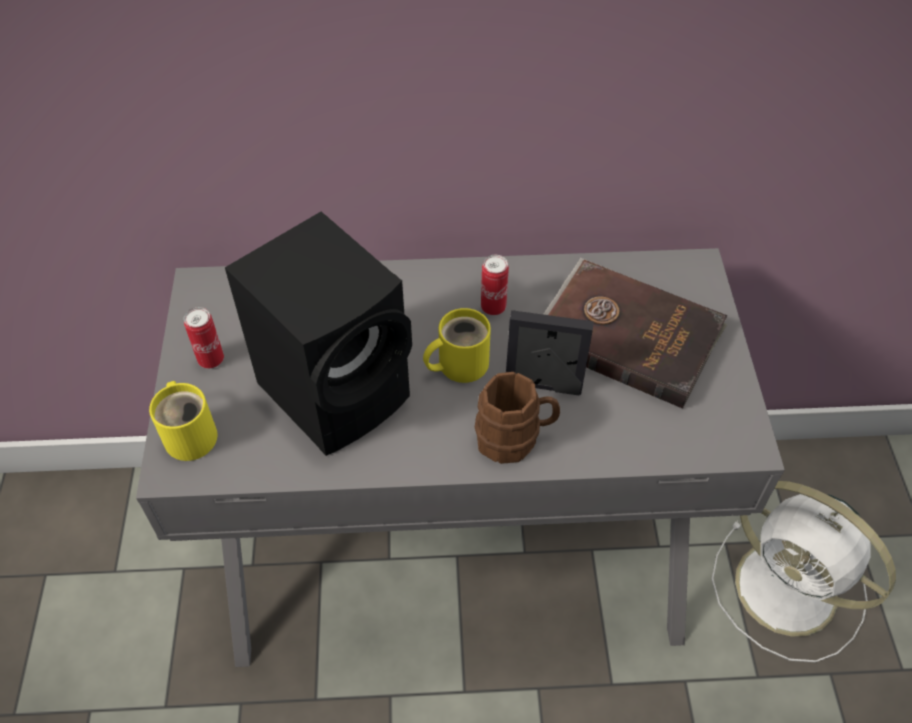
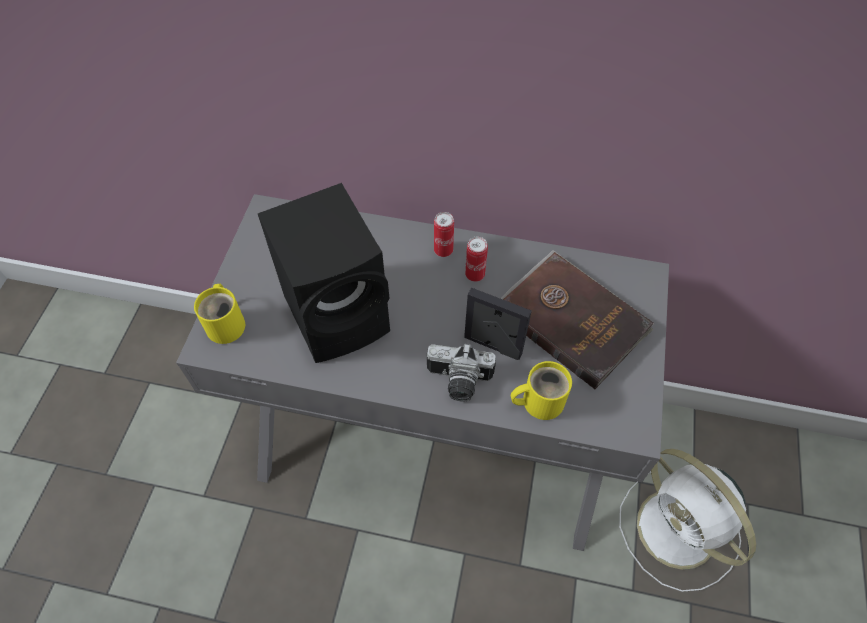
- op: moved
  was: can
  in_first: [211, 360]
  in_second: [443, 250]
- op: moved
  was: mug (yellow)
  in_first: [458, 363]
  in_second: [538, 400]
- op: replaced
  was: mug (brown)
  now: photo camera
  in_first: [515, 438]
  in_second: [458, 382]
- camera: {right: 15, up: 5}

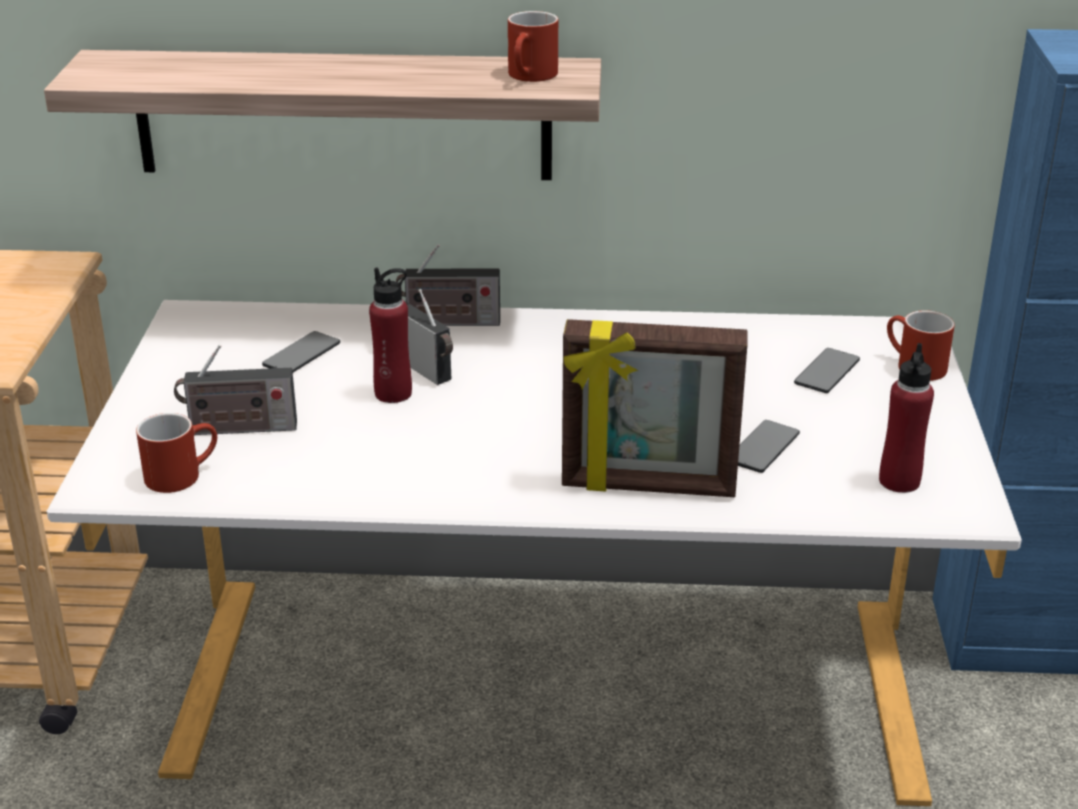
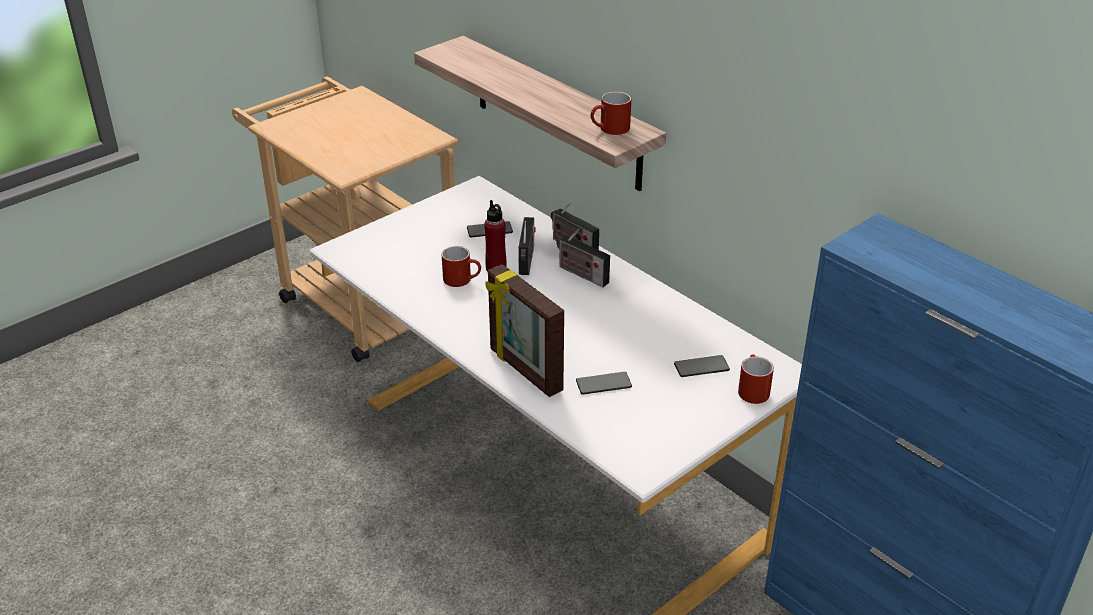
- op: moved
  was: mug (red)
  in_first: [182, 474]
  in_second: [462, 279]
- op: moved
  was: radio
  in_first: [238, 429]
  in_second: [581, 274]
- op: removed
  was: bottle (red)
  in_first: [899, 481]
- camera: {right: 45, up: 5}

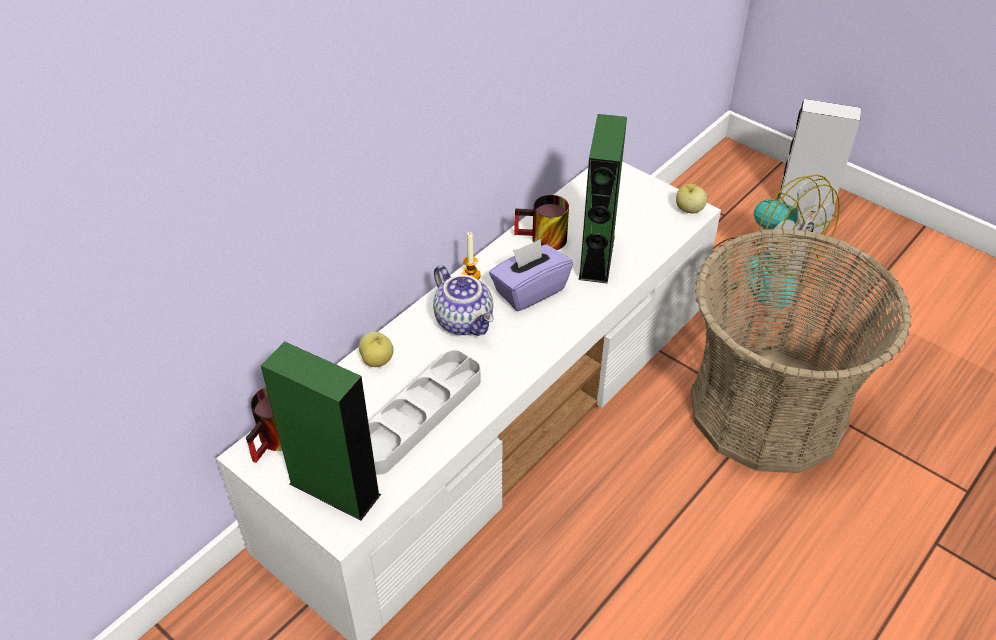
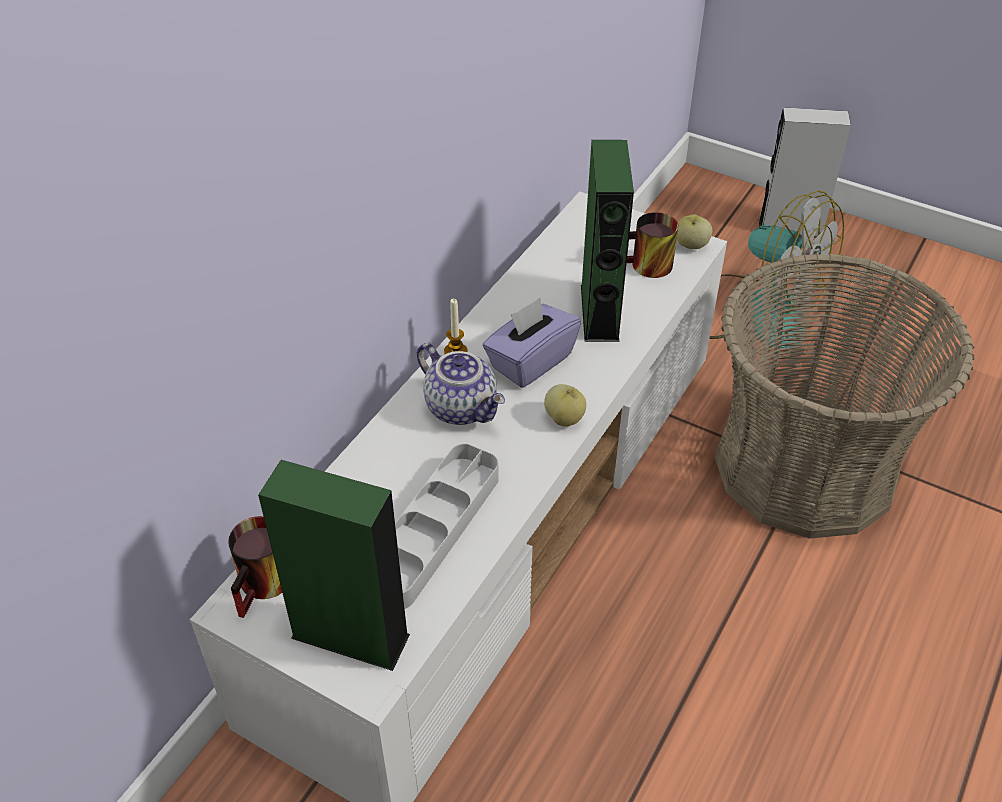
- op: moved
  was: apple
  in_first: [377, 360]
  in_second: [564, 418]
- op: moved
  was: mug
  in_first: [542, 241]
  in_second: [645, 267]
- camera: {right: -10, up: 0}

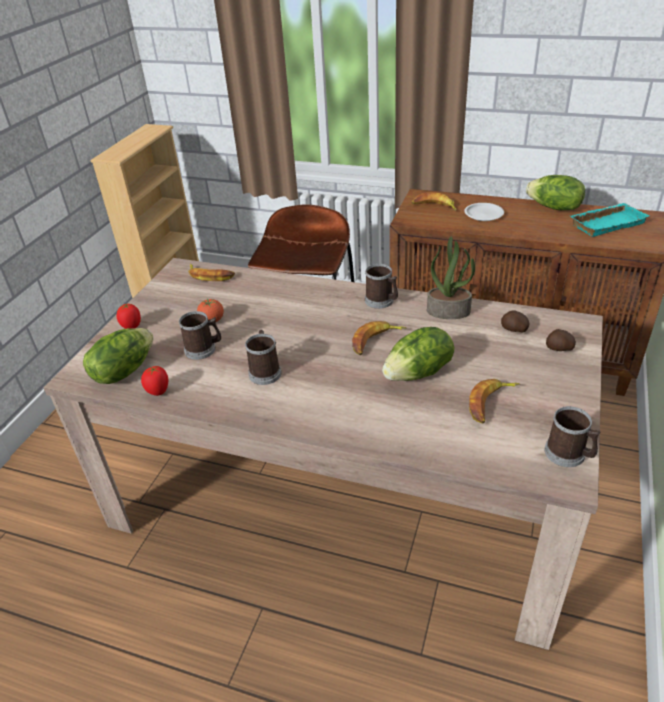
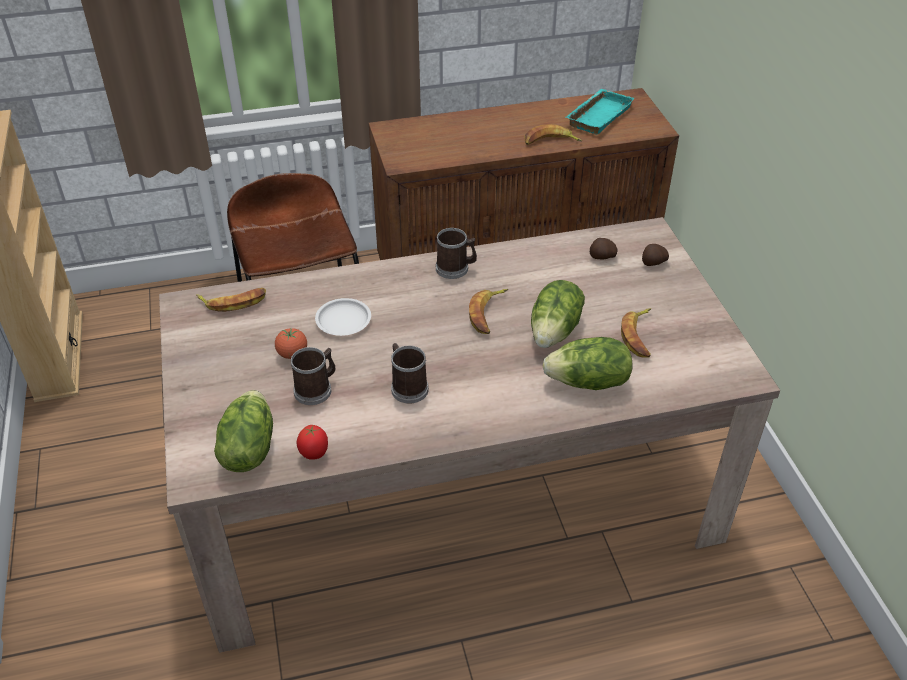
- op: removed
  was: tomato
  in_first: [132, 327]
- op: moved
  was: banana
  in_first: [434, 206]
  in_second: [550, 141]
- op: removed
  was: potted plant
  in_first: [449, 311]
- op: moved
  was: plate (white)
  in_first: [483, 214]
  in_second: [343, 320]
- op: moved
  was: lettuce
  in_first: [554, 207]
  in_second: [588, 382]
- op: removed
  was: mug
  in_first: [569, 454]
- camera: {right: -35, up: 5}

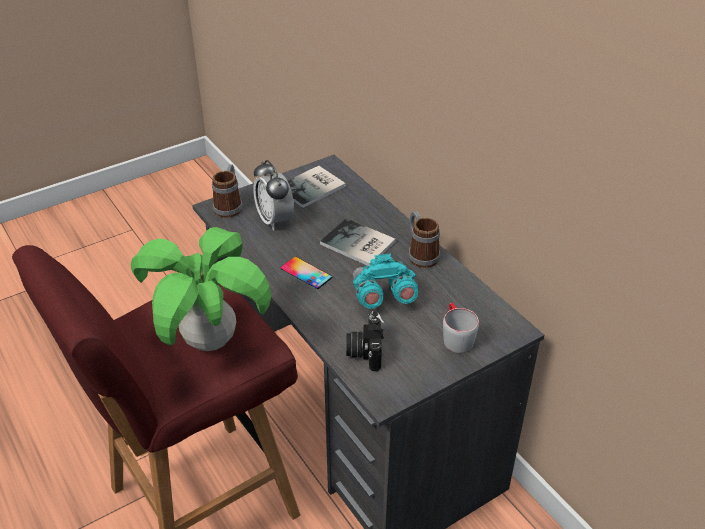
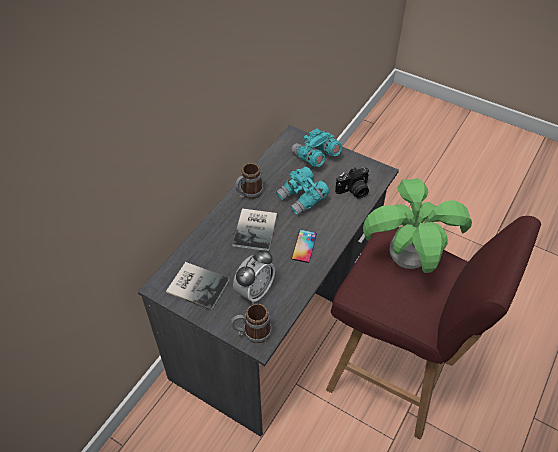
- op: replaced
  was: mug (grey)
  now: binoculars (turquoise)
  in_first: [455, 337]
  in_second: [315, 157]
- camera: {right: -115, up: 10}

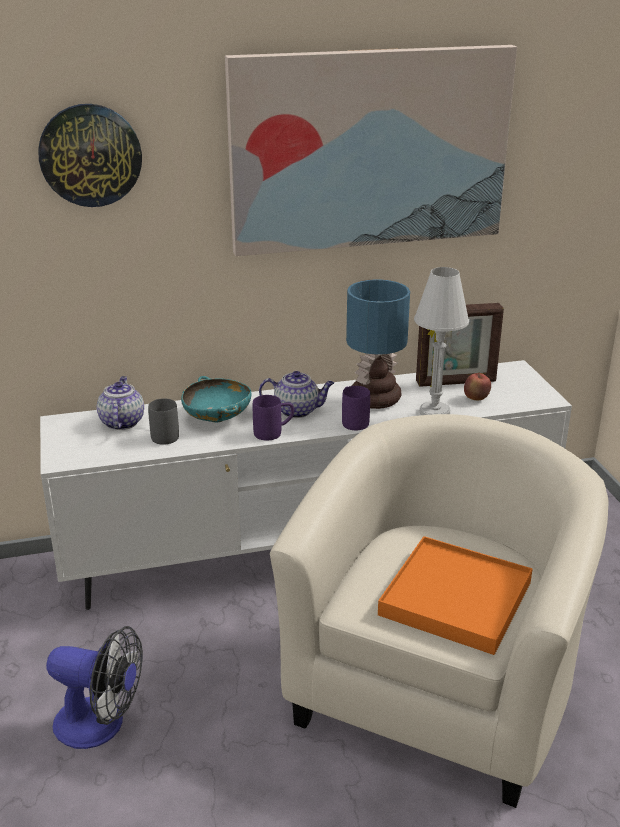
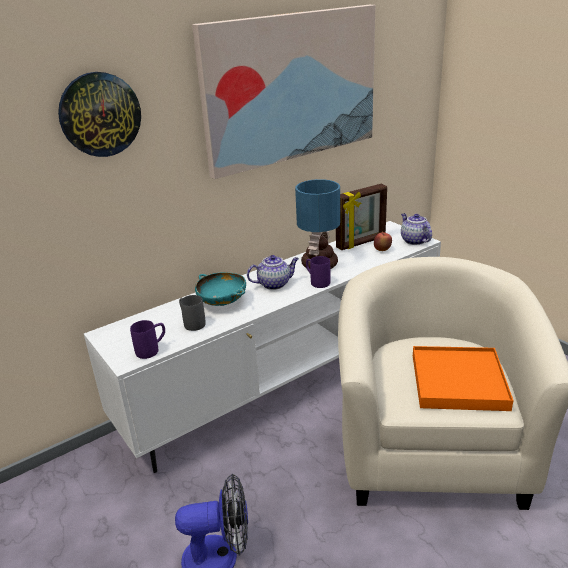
- op: moved
  was: teapot
  in_first: [121, 422]
  in_second: [414, 240]
- op: moved
  was: mug (purple)
  in_first: [274, 432]
  in_second: [152, 350]
- op: removed
  was: table lamp (white)
  in_first: [434, 413]
- camera: {right: -20, up: 0}

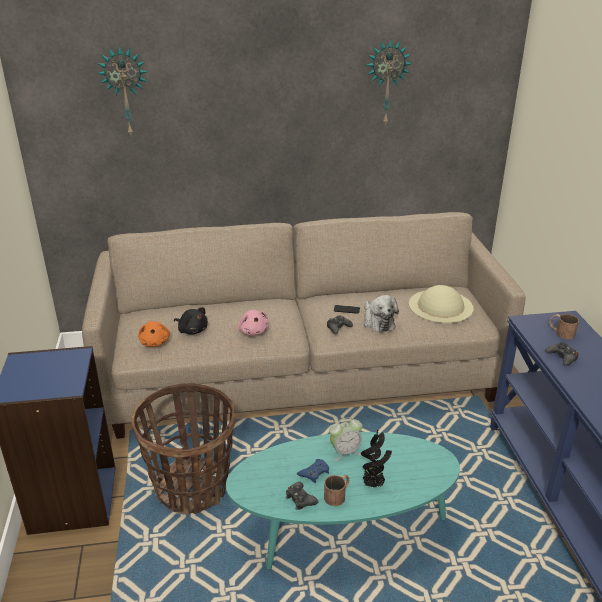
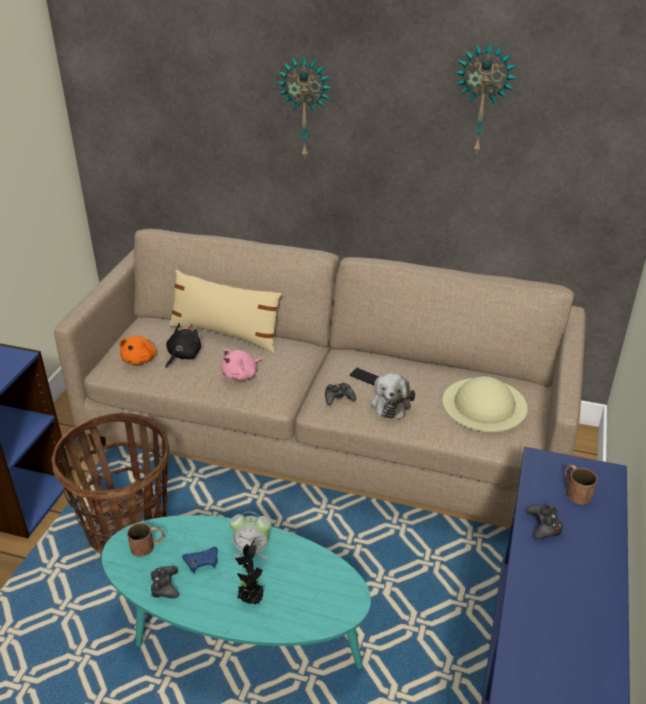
- op: moved
  was: wall clock
  in_first: [125, 91]
  in_second: [305, 107]
- op: turned
  was: plush toy (black)
  in_first: [192, 330]
  in_second: [183, 356]
  clockwise: -120
- op: turned
  was: plush toy (pink)
  in_first: [253, 331]
  in_second: [241, 375]
  clockwise: 45
- op: moved
  was: mug (brown)
  in_first: [338, 495]
  in_second: [148, 545]
- op: added
  now: pillow (beige)
  in_second: [225, 333]
- camera: {right: 25, up: 5}

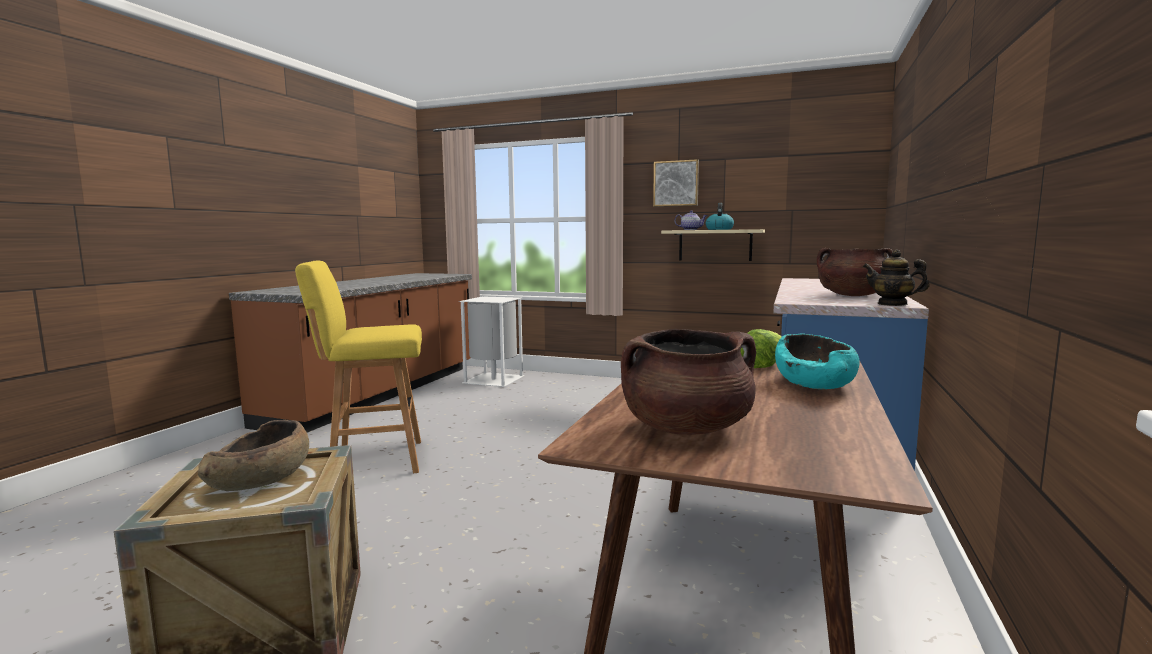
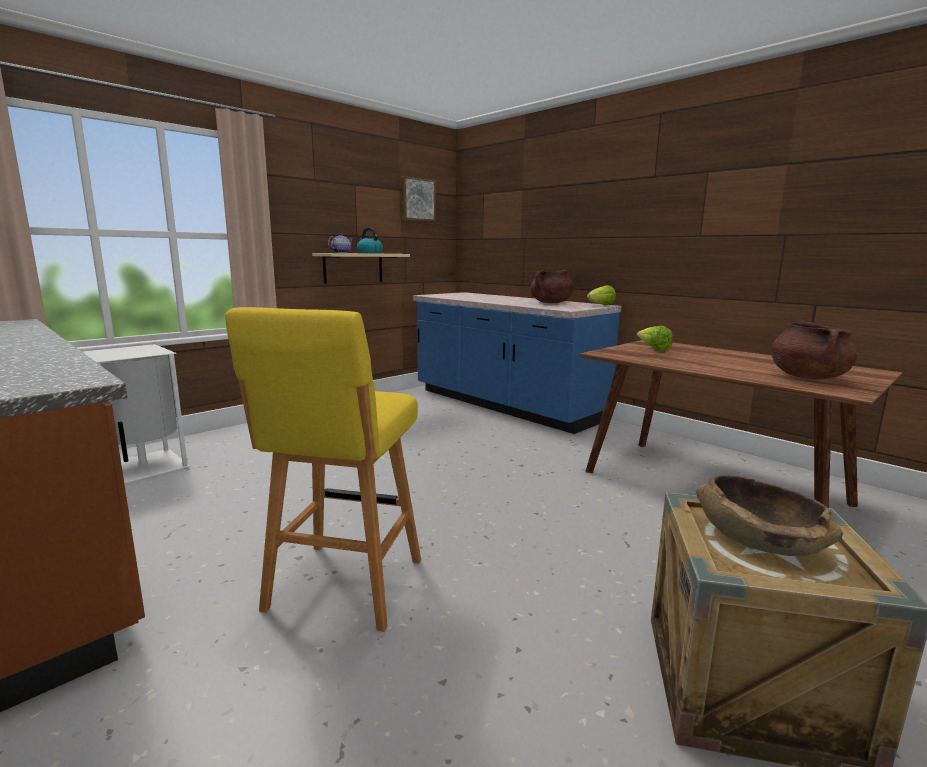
- op: moved
  was: picture
  in_first: [676, 183]
  in_second: [417, 199]
- op: removed
  was: bowl (turquoise)
  in_first: [814, 384]
- op: replaced
  was: teapot
  now: lettuce
  in_first: [892, 304]
  in_second: [600, 305]
- camera: {right: -65, up: 5}

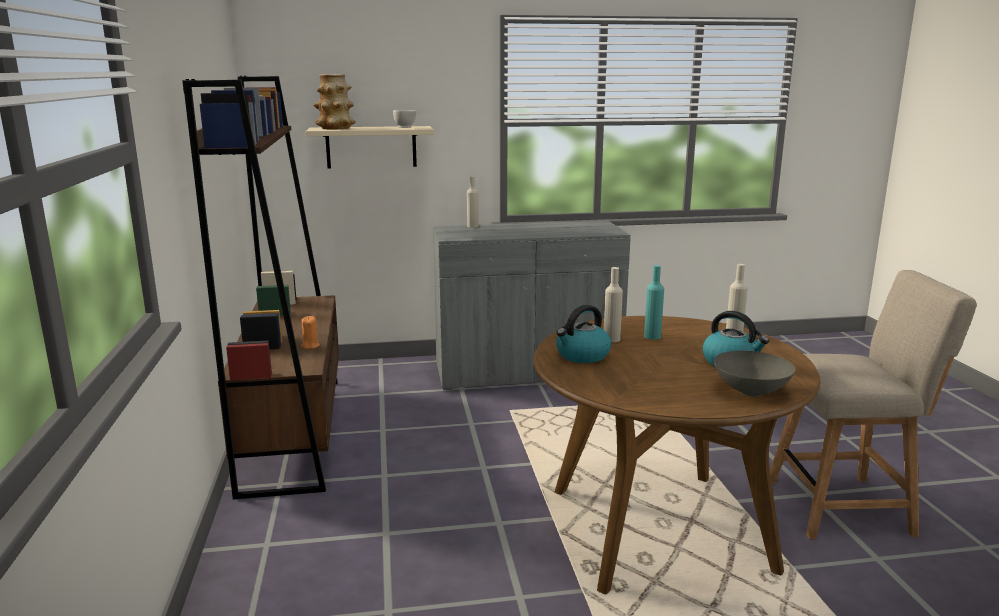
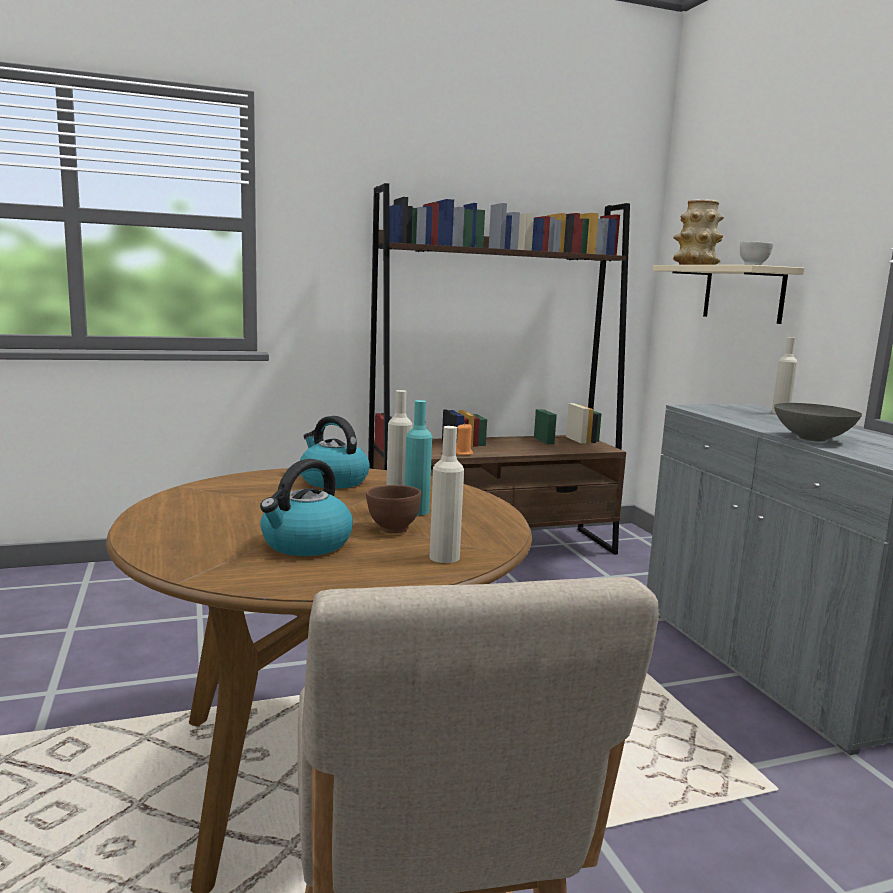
- op: moved
  was: bowl (grey)
  in_first: [751, 392]
  in_second: [811, 439]
- op: added
  now: bowl (brown)
  in_second: [392, 529]
- camera: {right: 80, up: -5}

